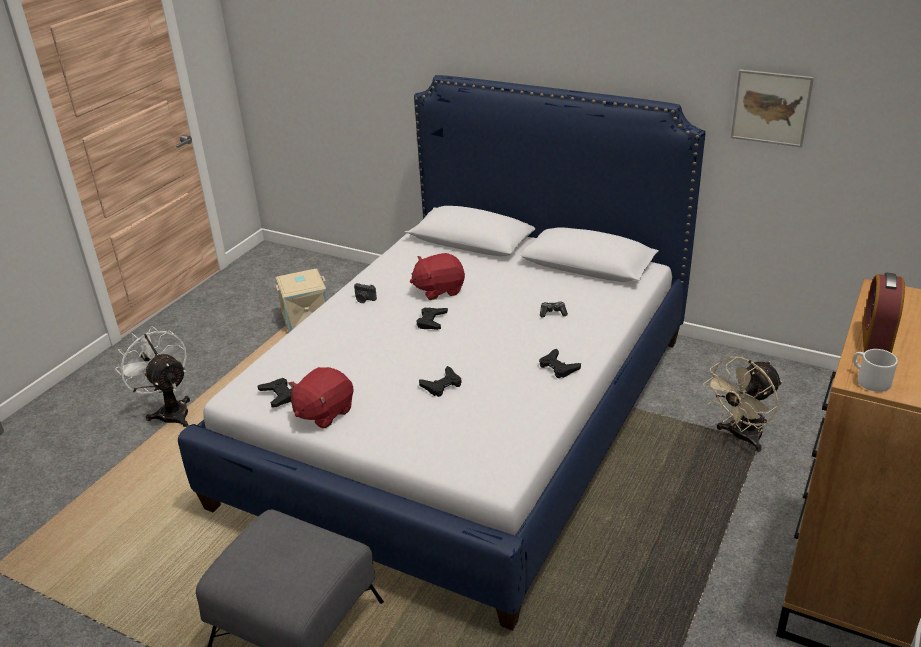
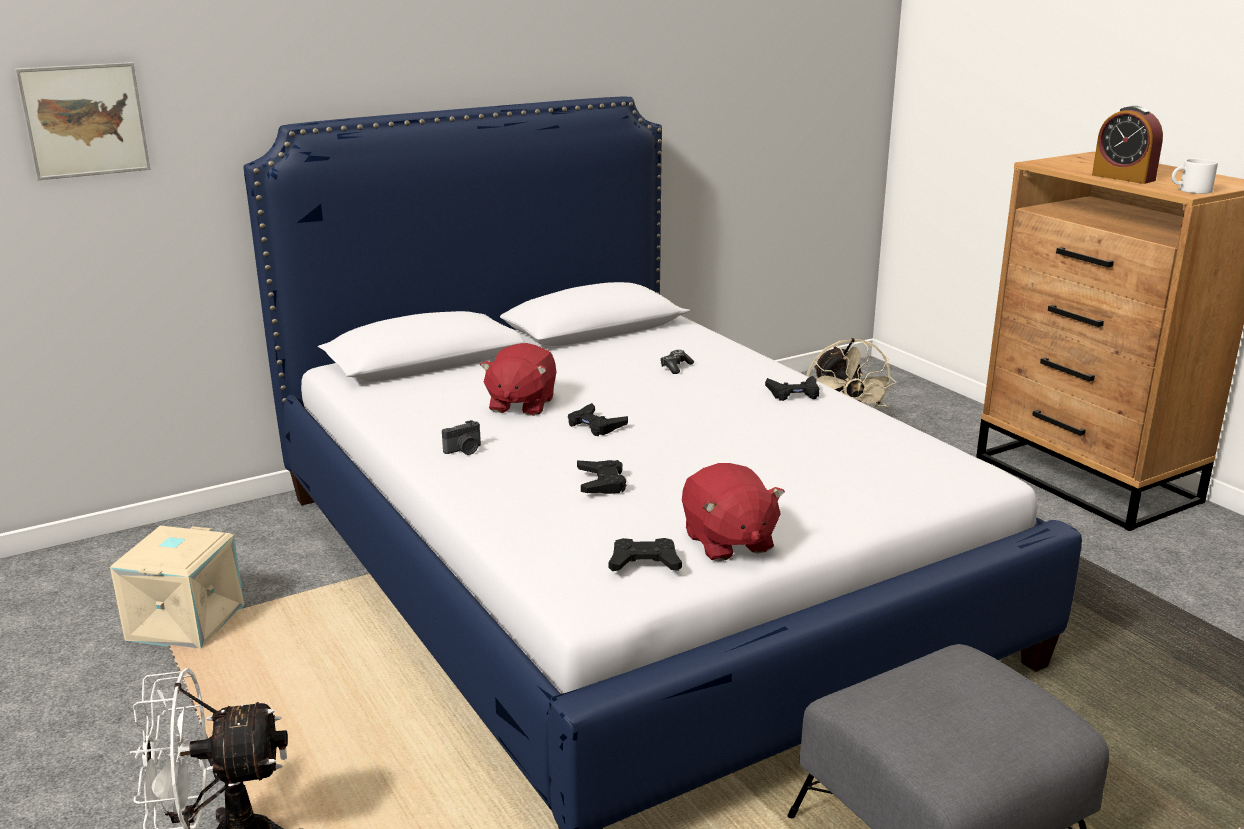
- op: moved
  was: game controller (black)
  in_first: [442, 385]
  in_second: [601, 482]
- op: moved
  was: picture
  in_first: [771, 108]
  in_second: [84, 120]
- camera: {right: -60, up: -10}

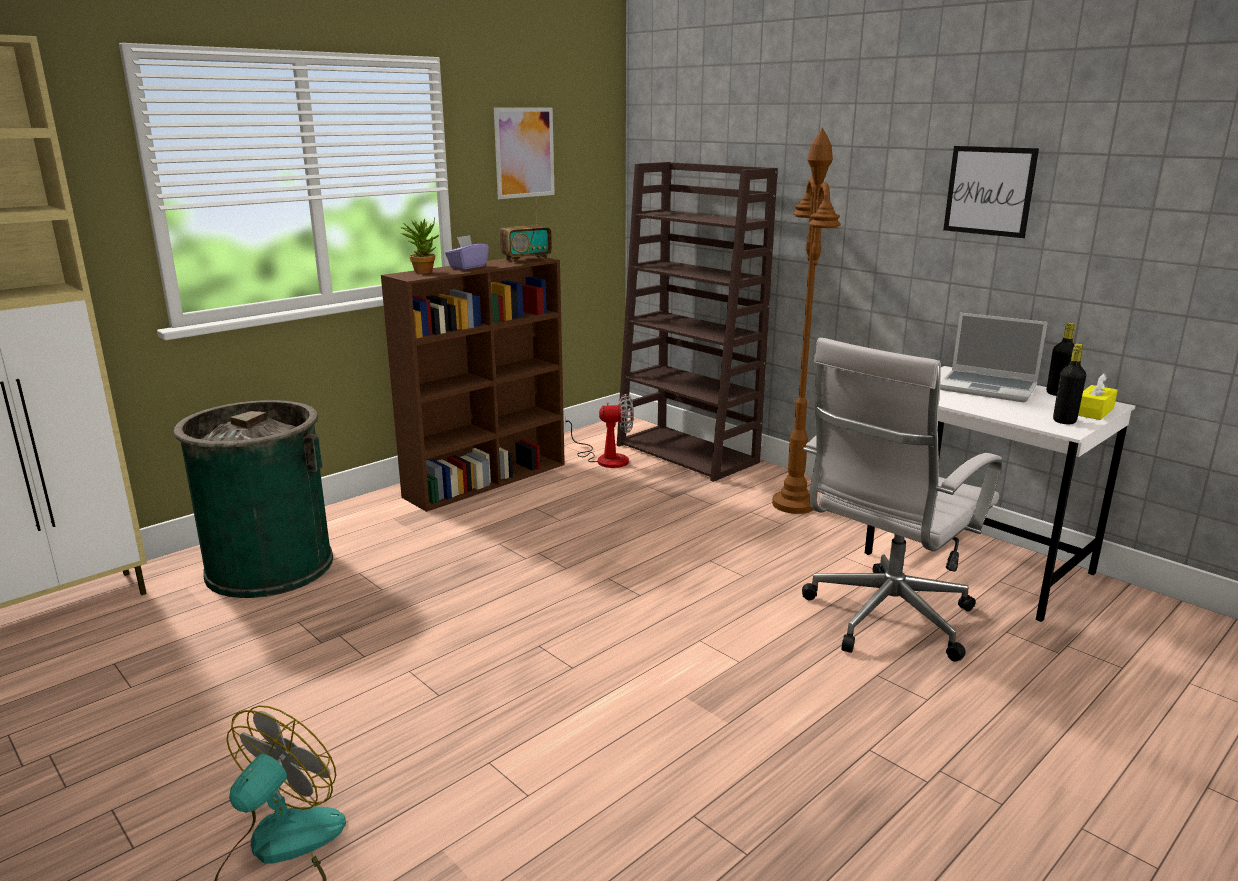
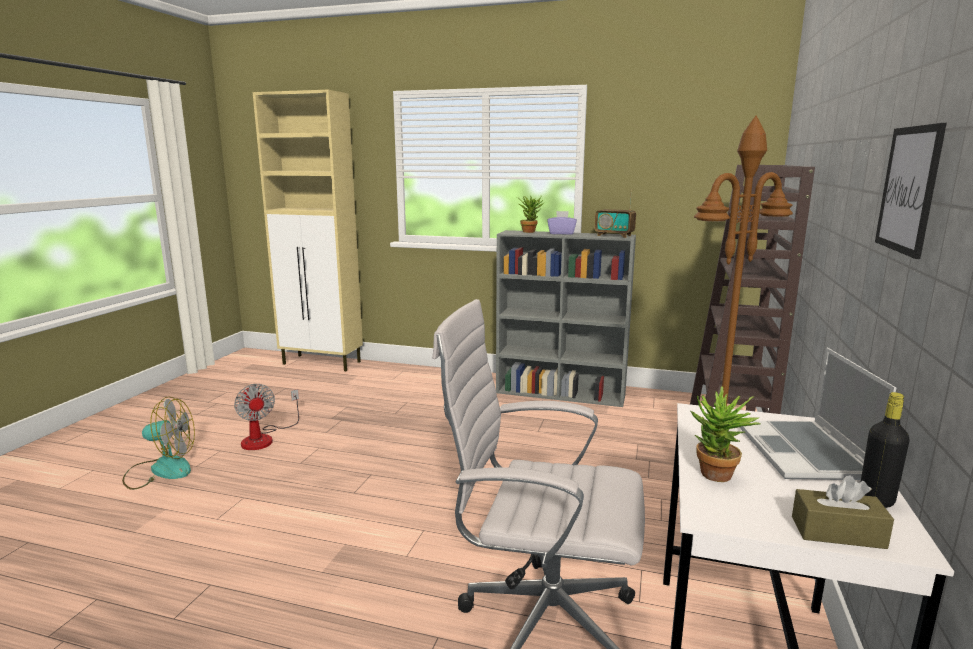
- op: removed
  was: trash can (green)
  in_first: [270, 566]
- op: recoloured
  was: bookcase (brown)
  now: bookcase (grey)
  in_first: [487, 480]
  in_second: [561, 394]
- op: removed
  was: picture
  in_first: [524, 152]
- op: moved
  was: fan
  in_first: [605, 458]
  in_second: [264, 438]
- op: removed
  was: bottle (black)
  in_first: [1064, 421]
- op: recoloured
  was: tissue box (yellow)
  now: tissue box (brown)
  in_first: [1093, 411]
  in_second: [837, 532]
- op: added
  now: potted plant
  in_second: [716, 478]
- camera: {right: 60, up: -5}

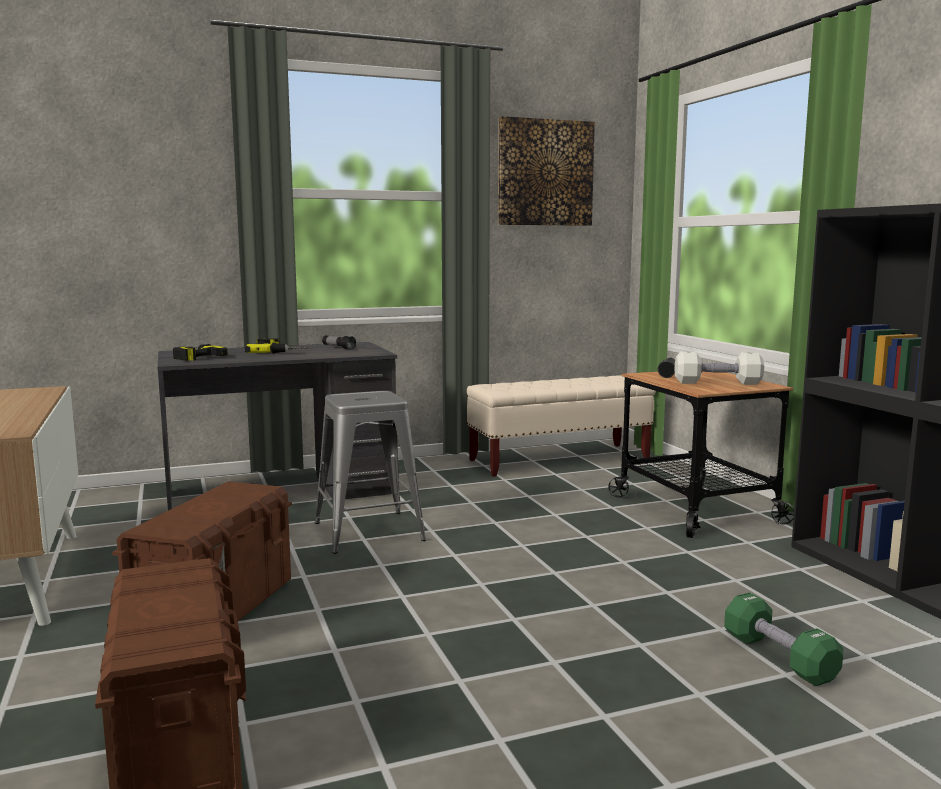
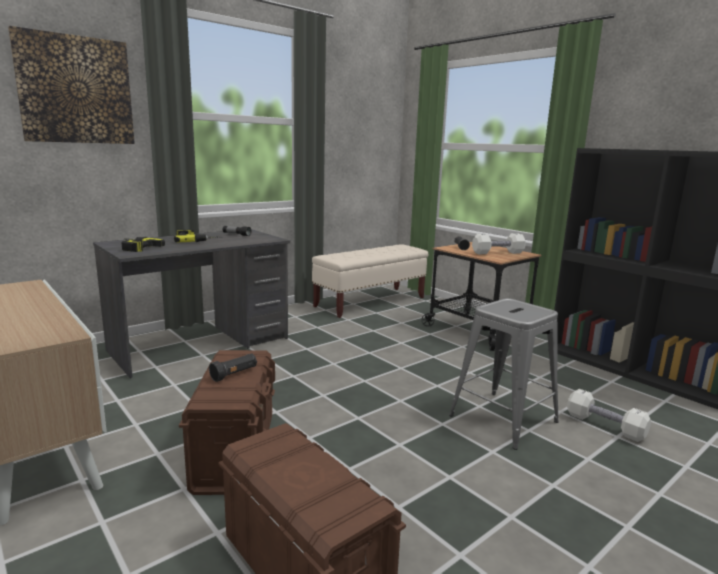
- op: moved
  was: stool (grey)
  in_first: [369, 531]
  in_second: [503, 418]
- op: moved
  was: picture
  in_first: [545, 173]
  in_second: [76, 90]
- op: recoloured
  was: dumbbell (green)
  now: dumbbell (white)
  in_first: [779, 657]
  in_second: [605, 426]
- op: added
  now: flashlight (black)
  in_second: [234, 374]
- camera: {right: -20, up: 5}

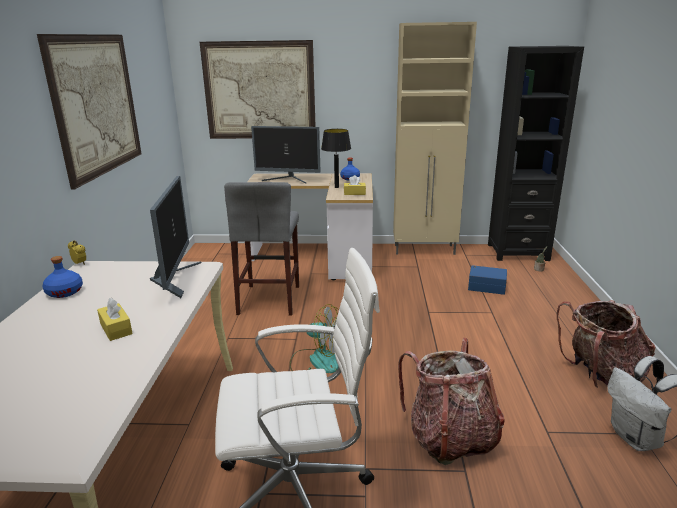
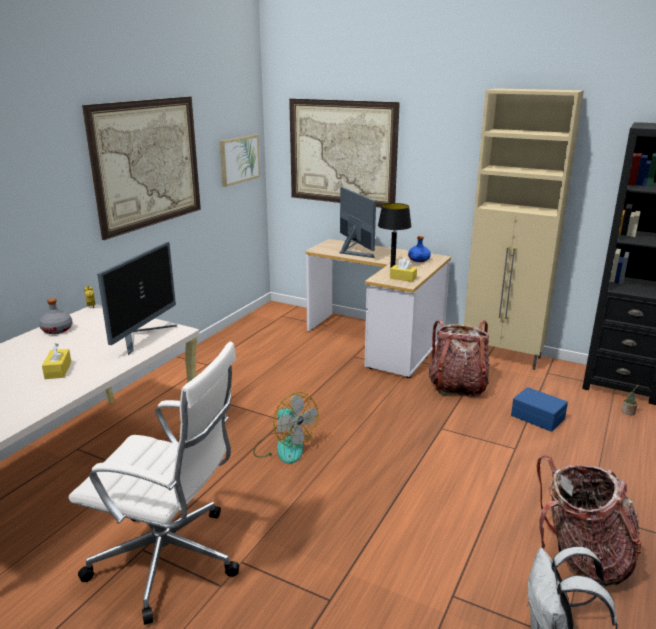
- op: recoloured
  was: bottle (blue)
  now: bottle (grey)
  in_first: [65, 292]
  in_second: [57, 329]
- op: removed
  was: stool (grey)
  in_first: [270, 299]
- op: turned
  was: monitor
  in_first: [288, 180]
  in_second: [353, 251]
  clockwise: -150
- op: moved
  was: backpack
  in_first: [450, 438]
  in_second: [457, 386]
- op: added
  now: picture
  in_second: [239, 159]
- camera: {right: 25, up: 0}

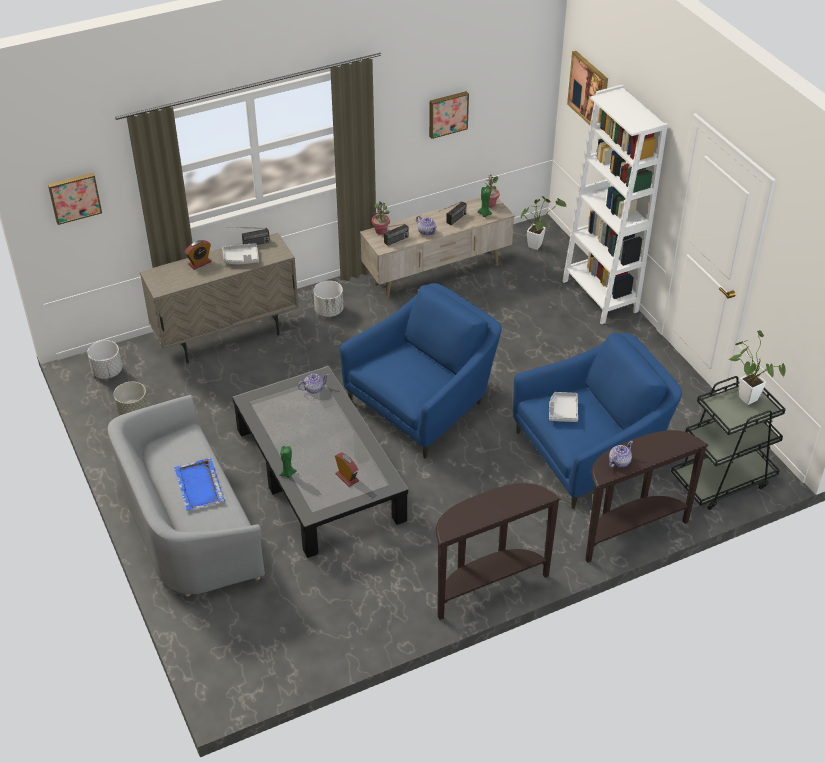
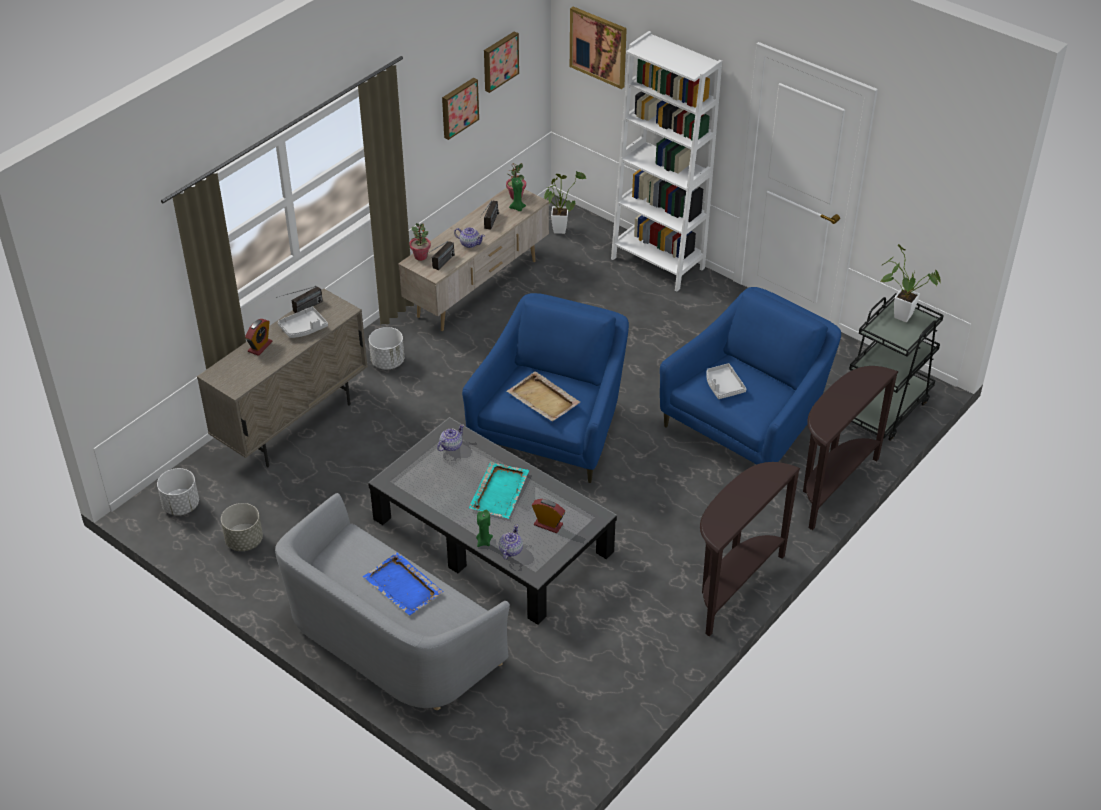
- op: moved
  was: picture
  in_first: [74, 197]
  in_second: [499, 61]
- op: moved
  was: teapot
  in_first: [619, 462]
  in_second: [510, 550]
- op: added
  now: tray (turquoise)
  in_second: [499, 491]
- op: added
  now: tray (beige)
  in_second: [543, 399]
- camera: {right: -25, up: 0}

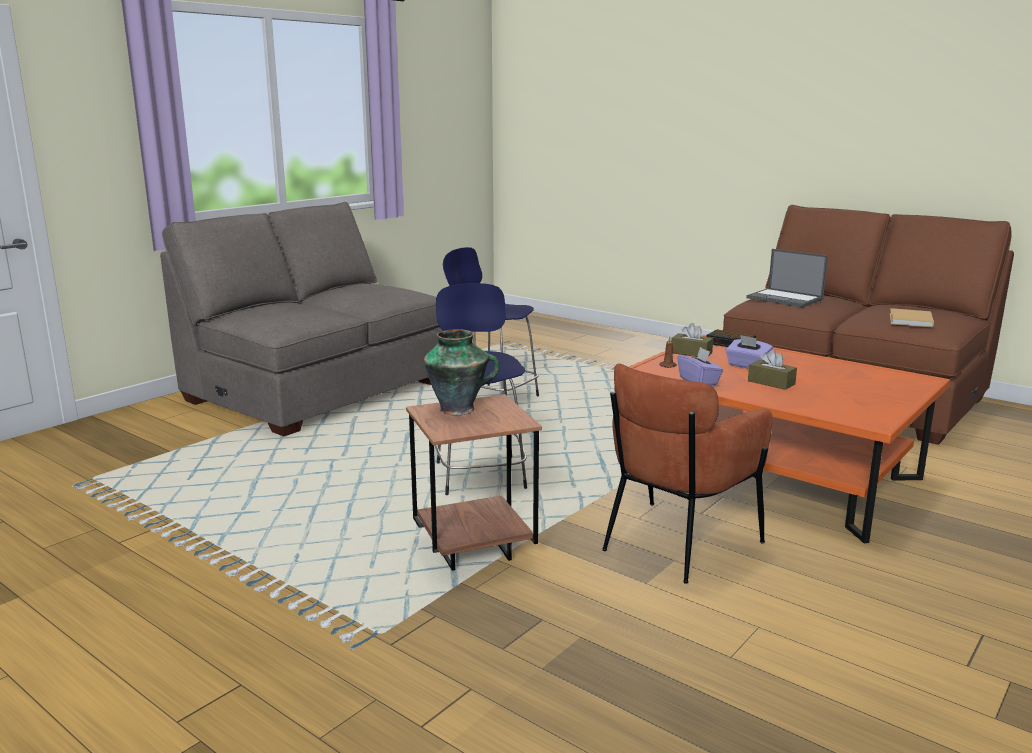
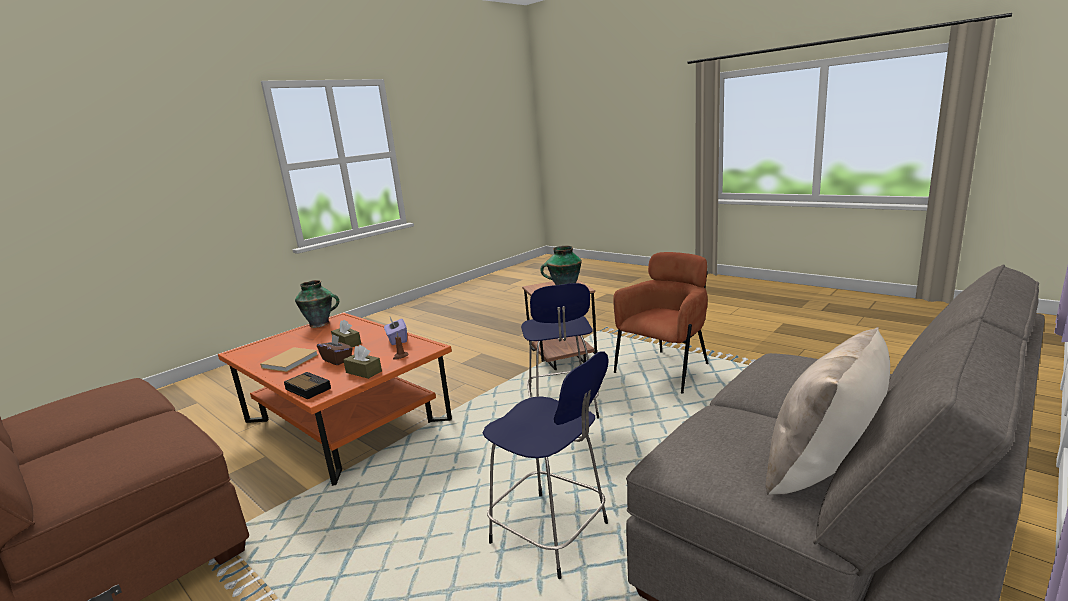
- op: moved
  was: armchair (brown)
  in_first: [675, 543]
  in_second: [665, 370]
- op: recoloured
  was: tissue box (purple)
  now: tissue box (brown)
  in_first: [747, 365]
  in_second: [337, 360]
- op: removed
  was: laptop
  in_first: [785, 299]
- op: moved
  was: book (beige)
  in_first: [910, 320]
  in_second: [291, 360]
- op: added
  now: vase
  in_second: [320, 324]
- op: added
  now: pillow (beige)
  in_second: [823, 470]
- camera: {right: -175, up: 0}

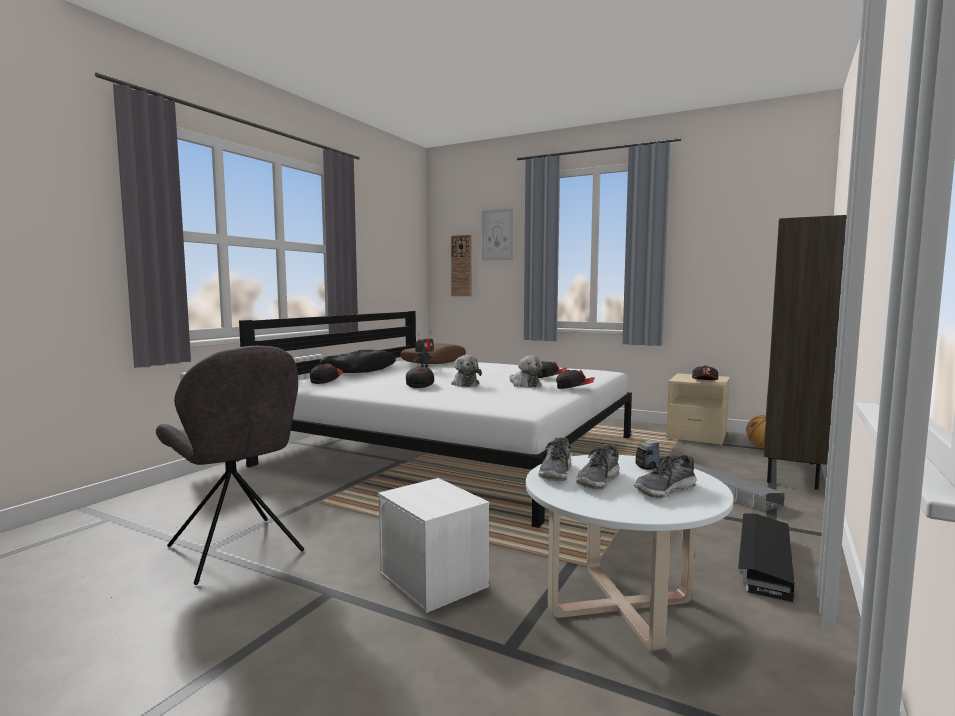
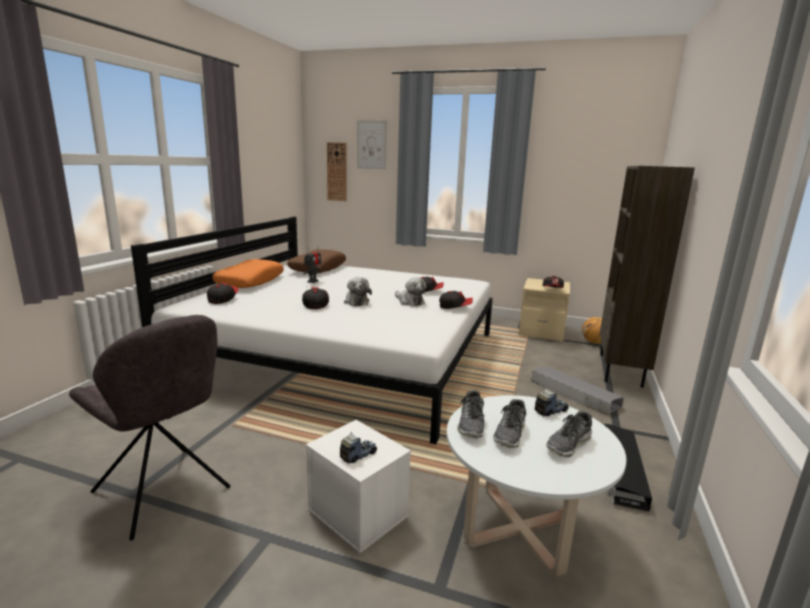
- op: recoloured
  was: pillow (black)
  now: pillow (orange)
  in_first: [359, 370]
  in_second: [250, 281]
- op: added
  now: toy truck
  in_second: [358, 455]
- camera: {right: -10, up: 10}

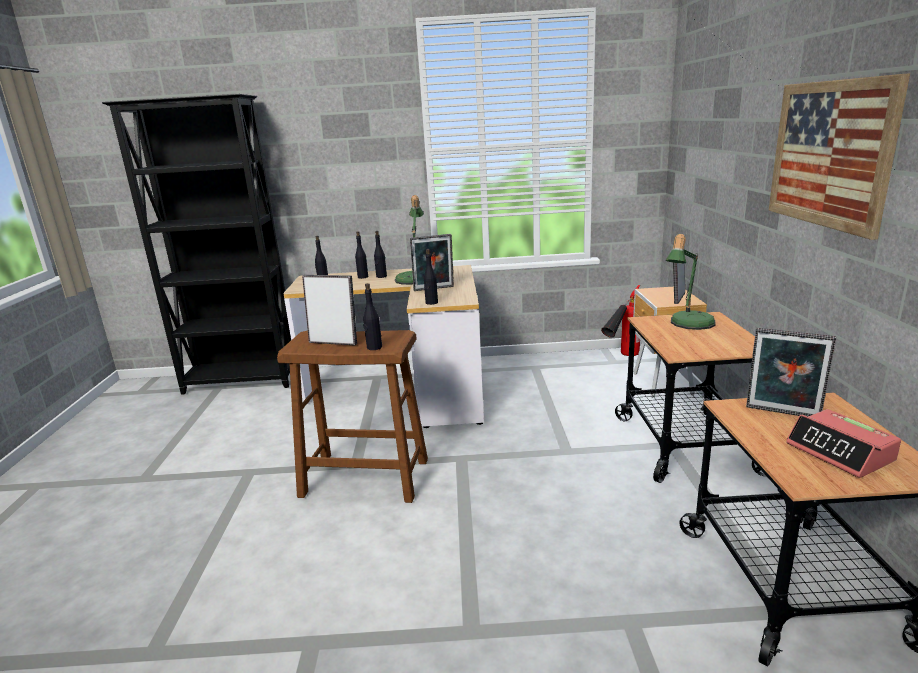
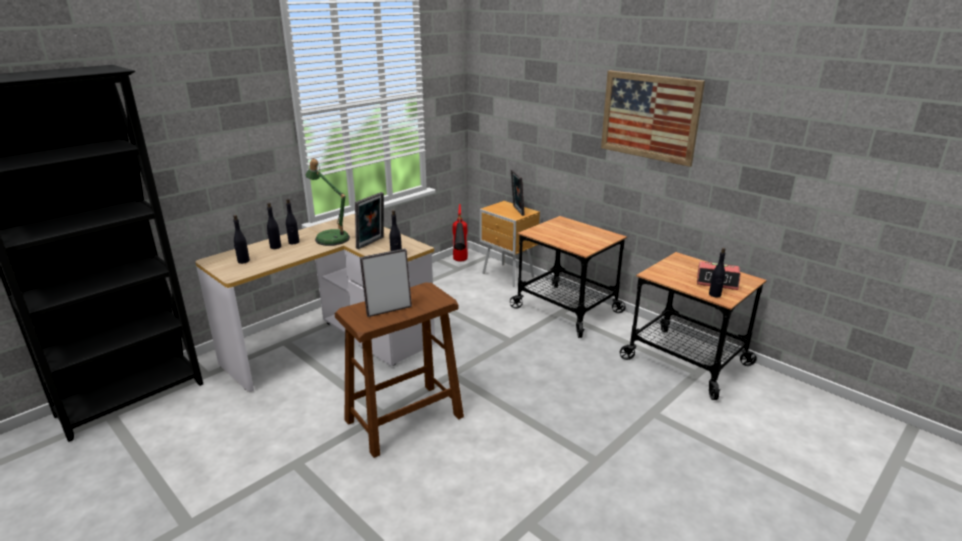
- op: moved
  was: bottle (black)
  in_first: [374, 347]
  in_second: [714, 295]
- op: removed
  was: table lamp
  in_first: [688, 324]
- op: removed
  was: picture frame
  in_first: [782, 414]
- camera: {right: -45, up: 5}

